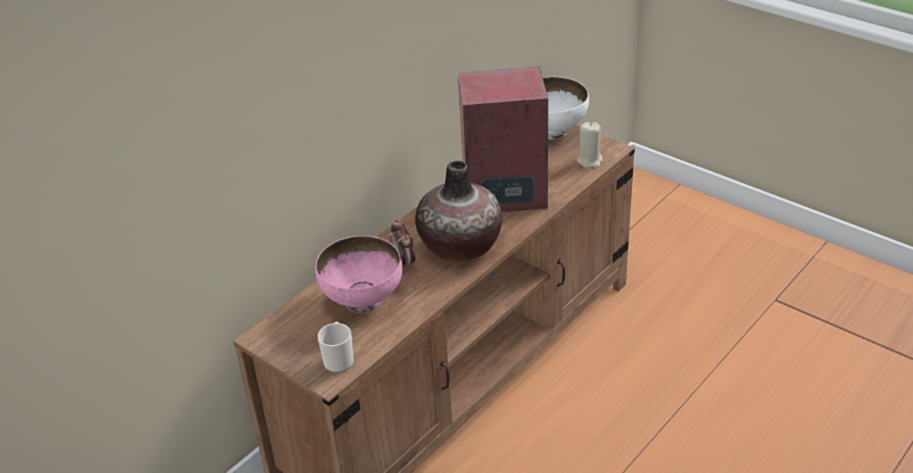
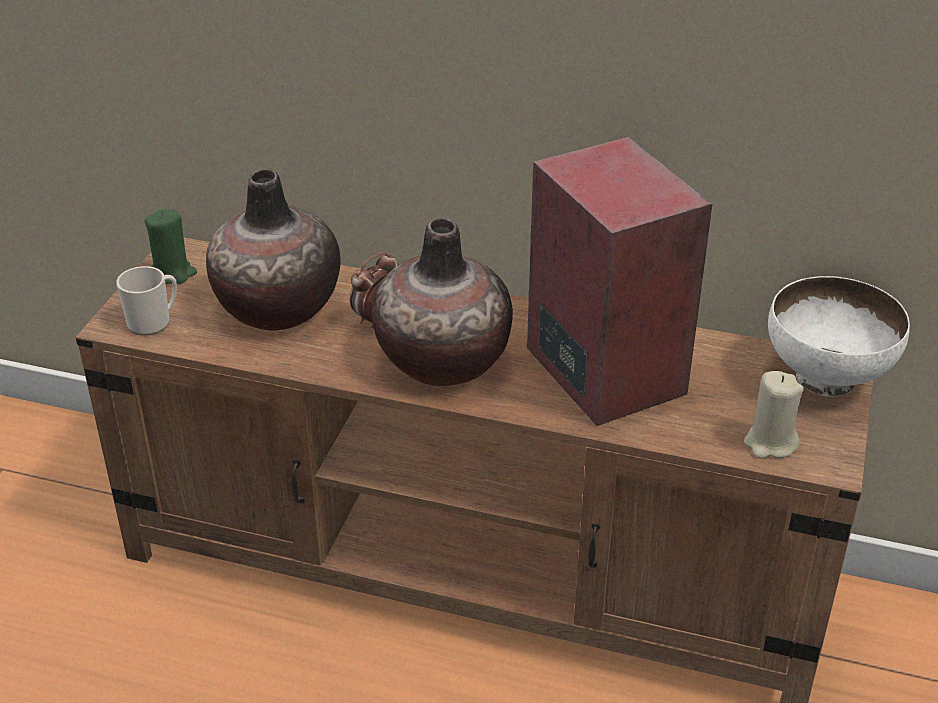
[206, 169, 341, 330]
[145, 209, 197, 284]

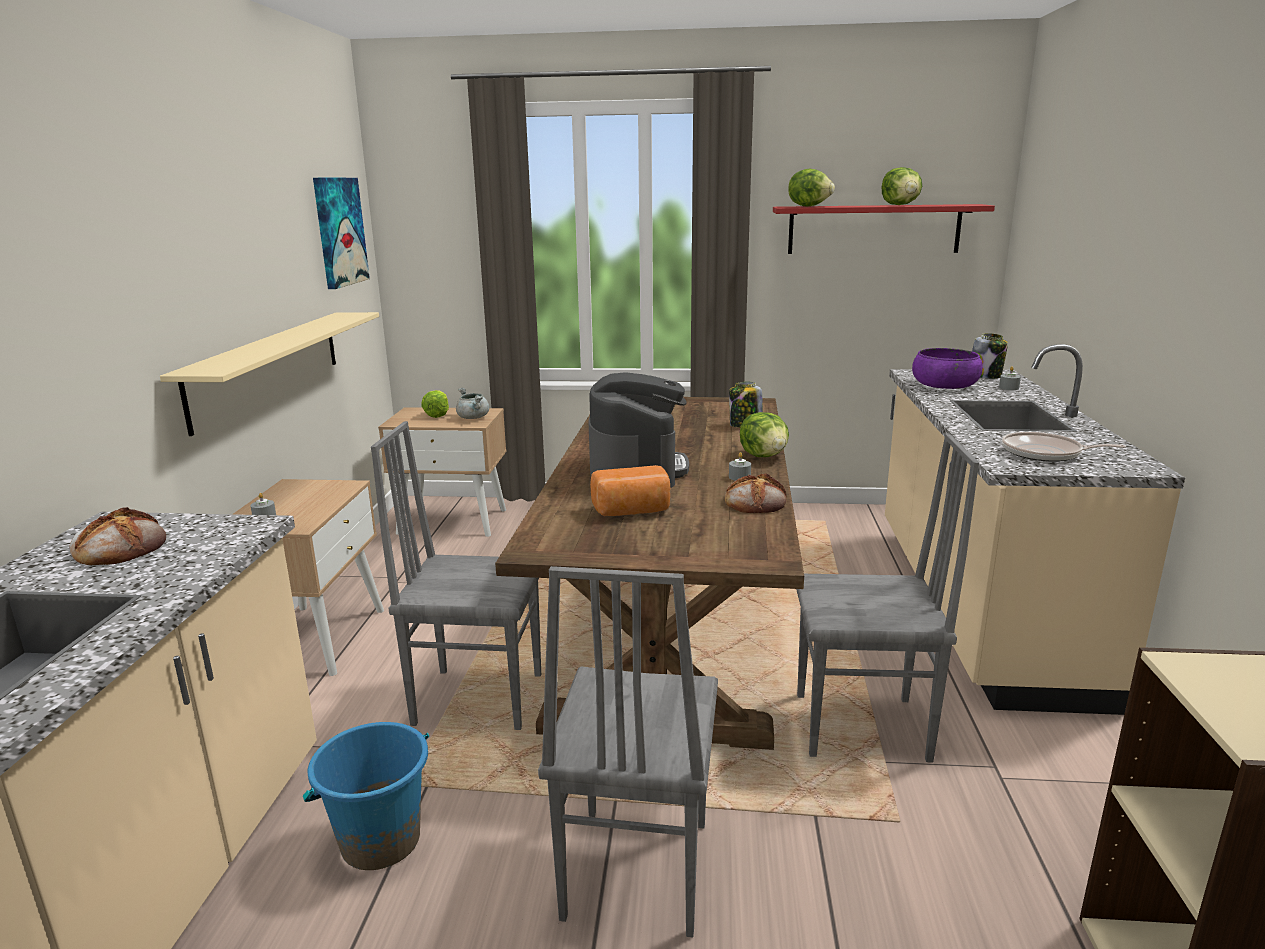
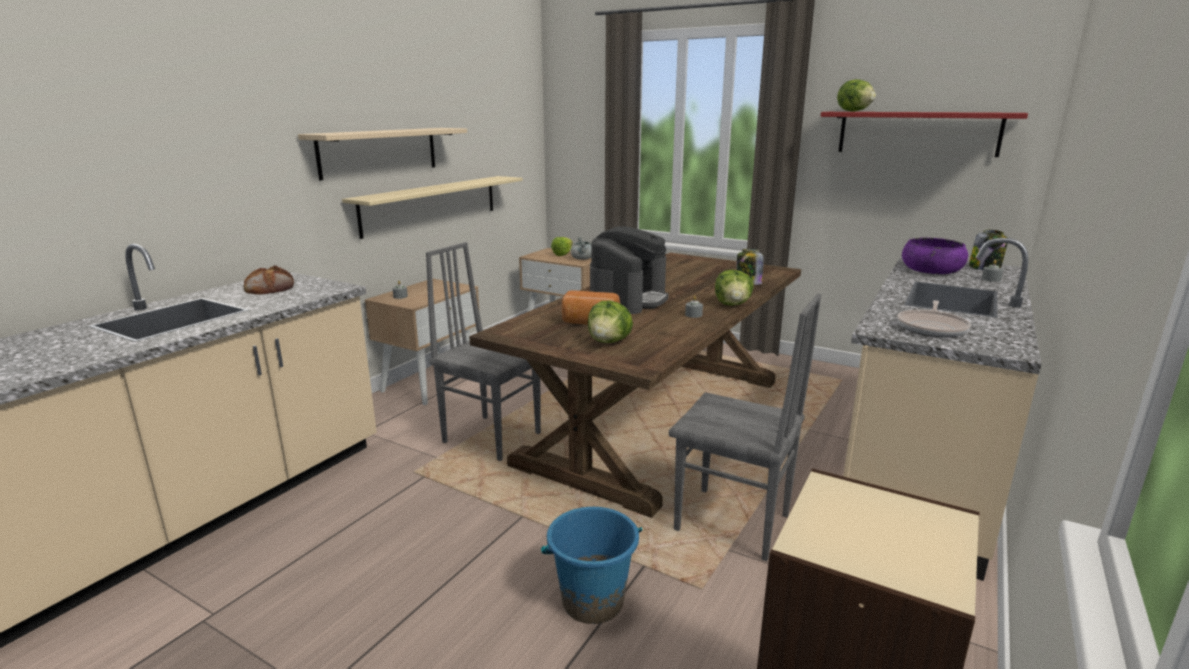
[541, 507, 642, 624]
[313, 178, 370, 289] (first image)
[538, 566, 718, 937] (first image)
[725, 473, 786, 513] (first image)
[588, 300, 633, 343]
[897, 300, 971, 337]
[298, 128, 467, 180]

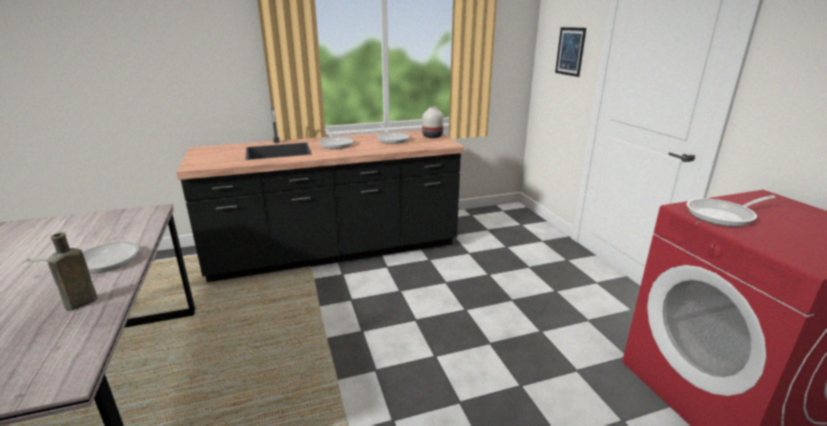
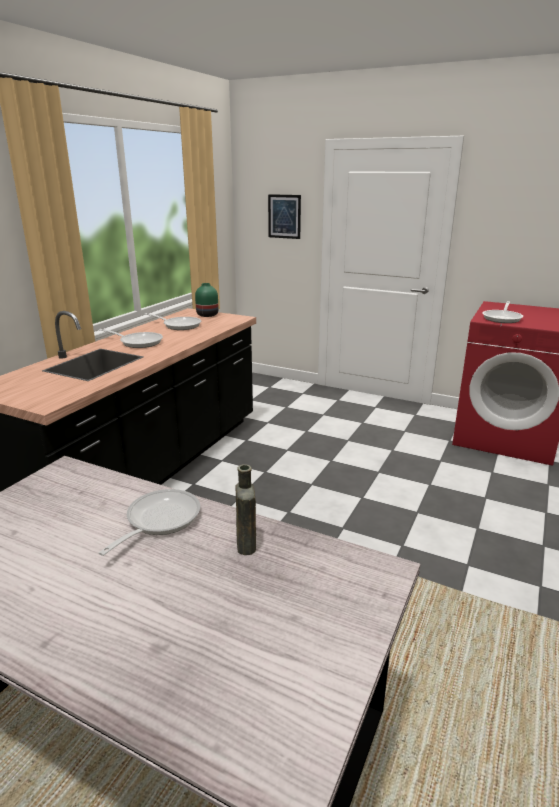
[195, 283, 218, 317]

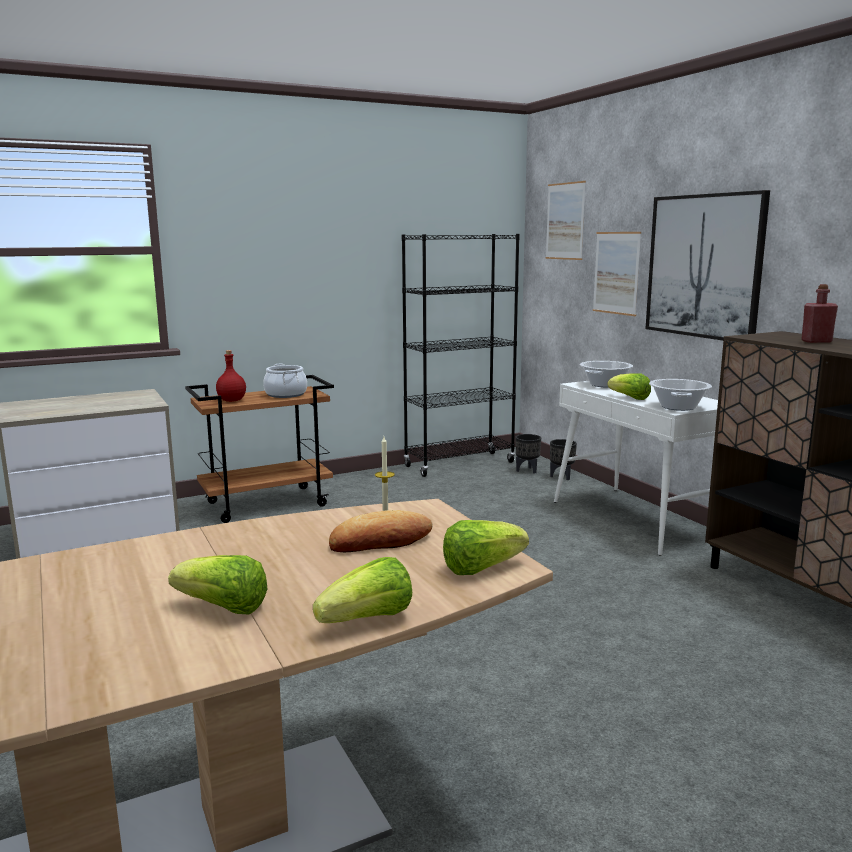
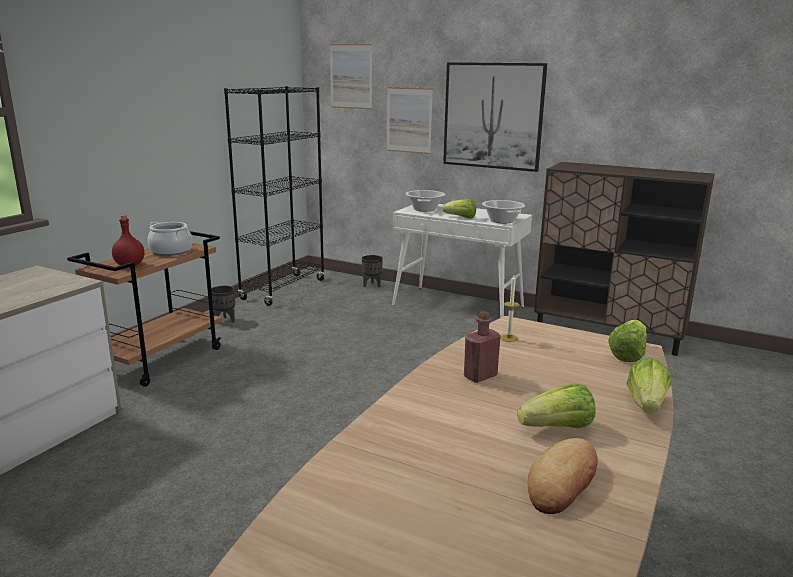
[528, 438, 598, 514]
[211, 286, 235, 323]
[464, 311, 501, 383]

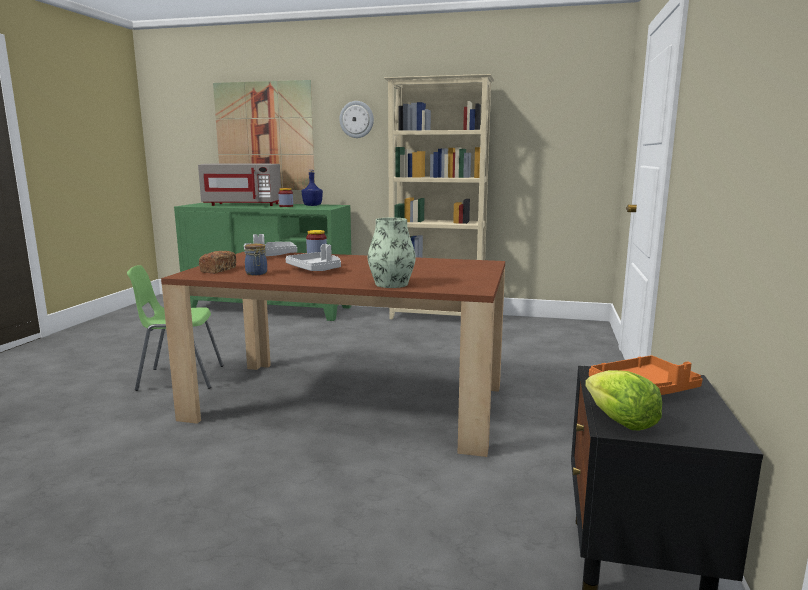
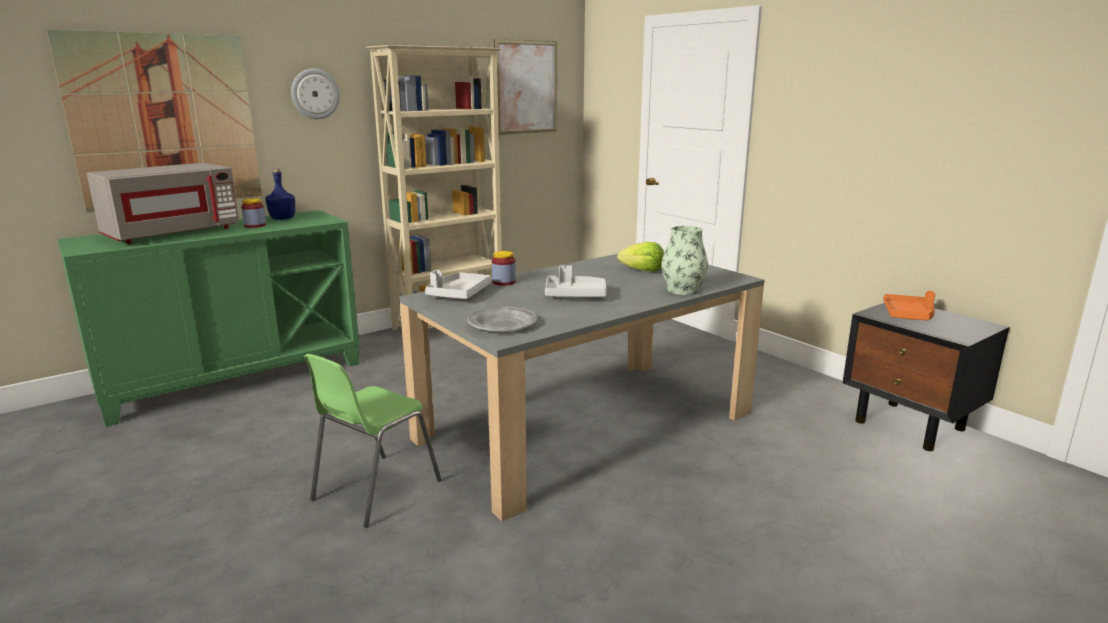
[399, 254, 764, 521]
[468, 307, 538, 331]
[245, 243, 267, 275] (first image)
[617, 242, 664, 272]
[494, 39, 557, 135]

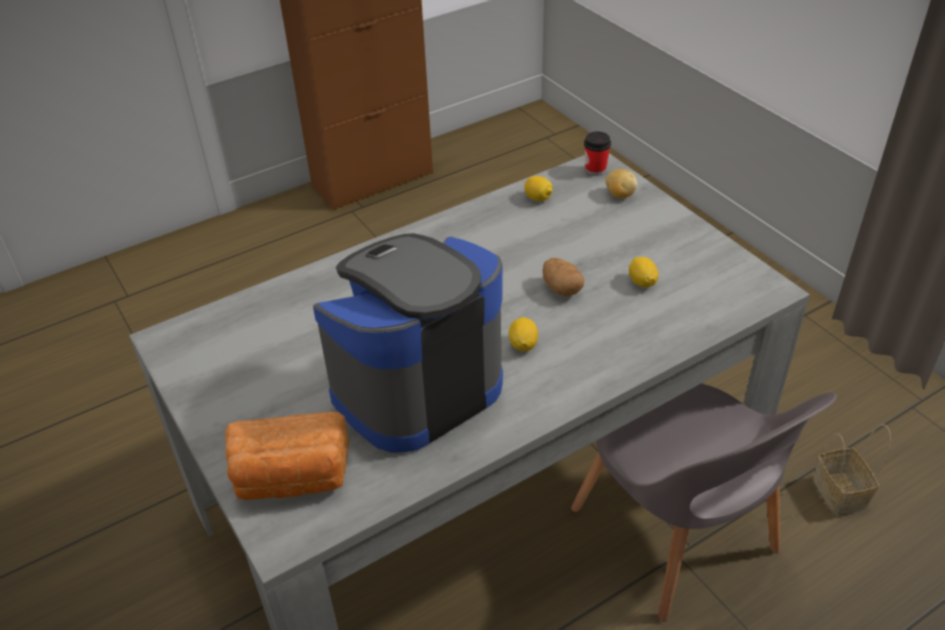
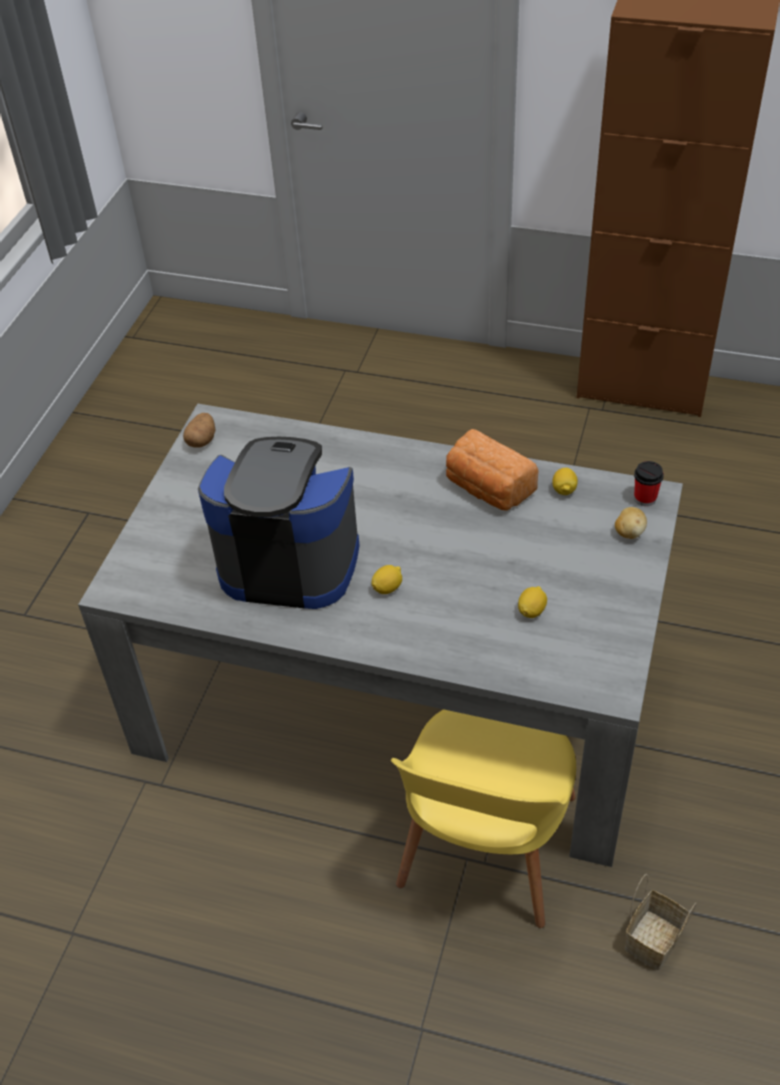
[446, 429, 539, 511]
[183, 413, 216, 448]
[391, 709, 576, 928]

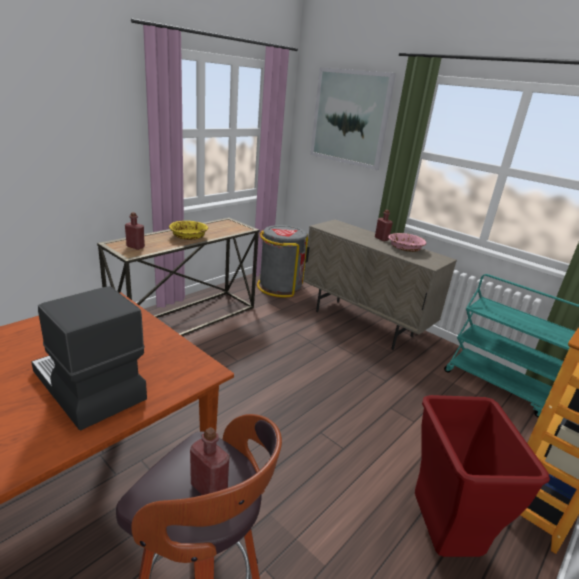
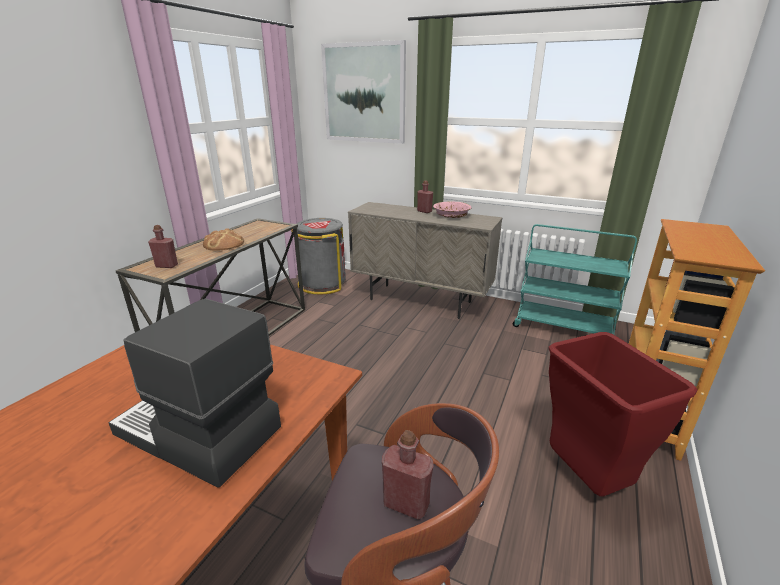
[203, 228, 244, 251]

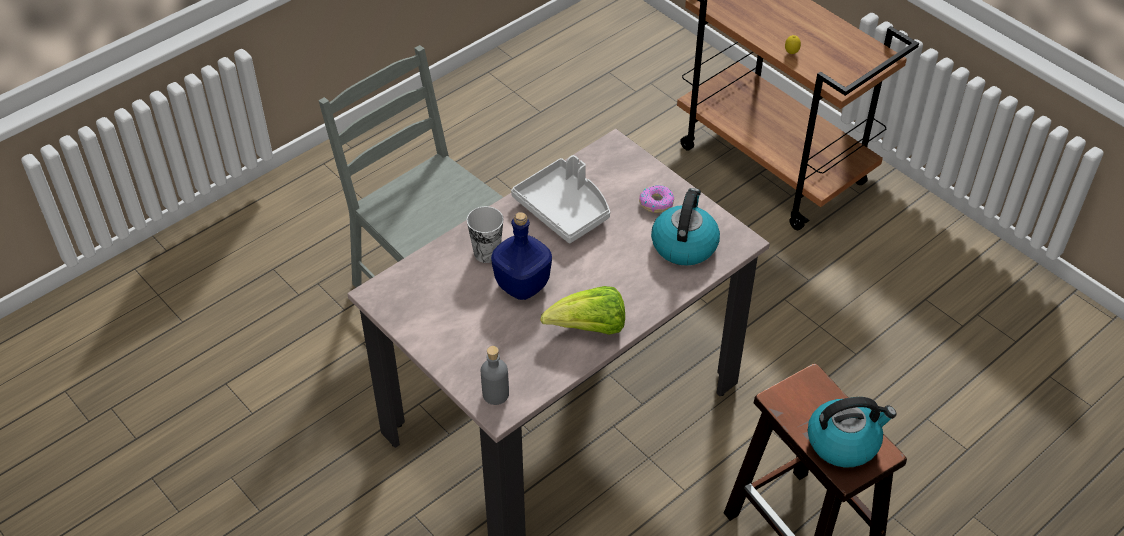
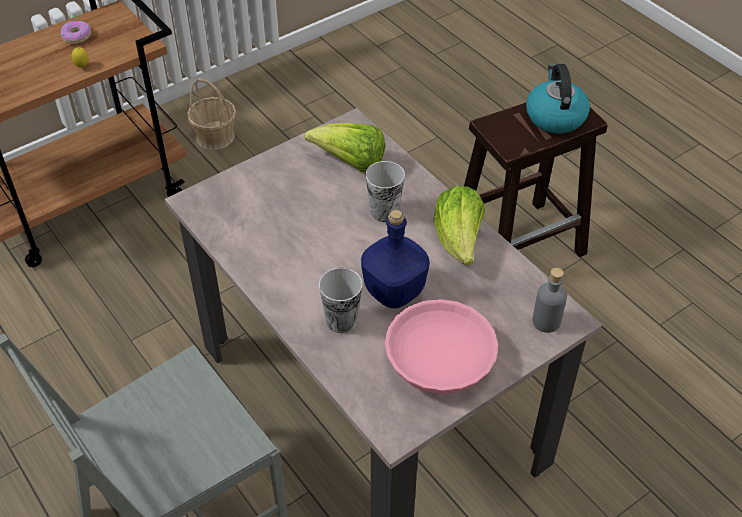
[511, 155, 610, 243] (first image)
[61, 20, 91, 44]
[305, 123, 385, 172]
[187, 78, 236, 150]
[366, 161, 405, 222]
[385, 299, 498, 394]

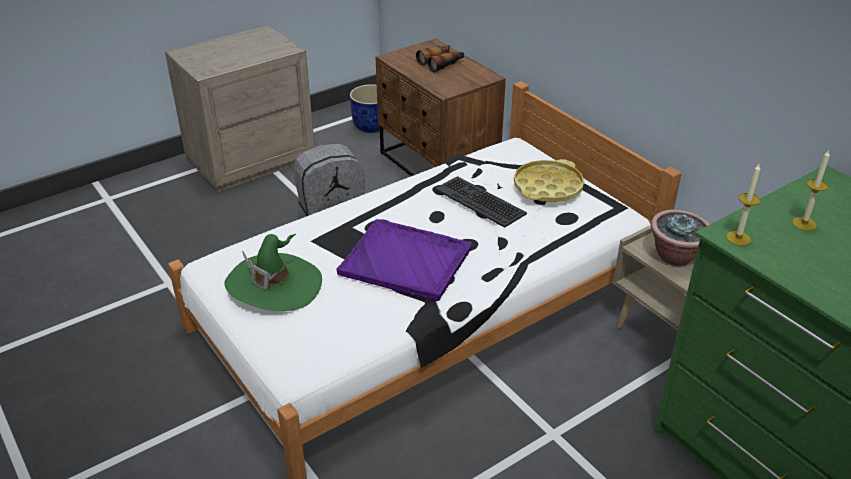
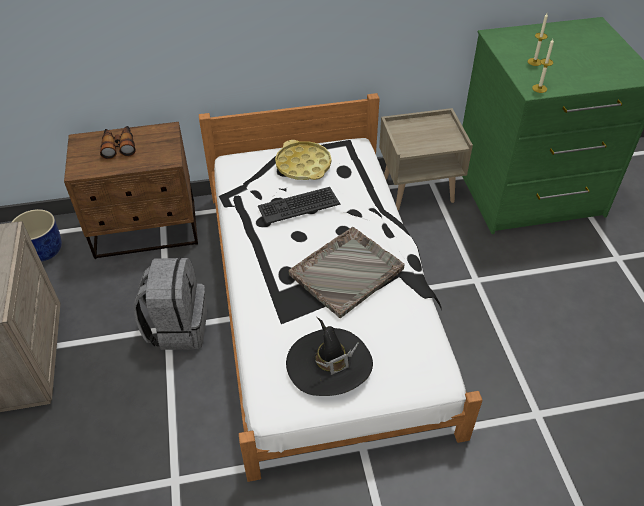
[286, 317, 373, 396]
[288, 227, 404, 318]
[651, 209, 710, 266] (first image)

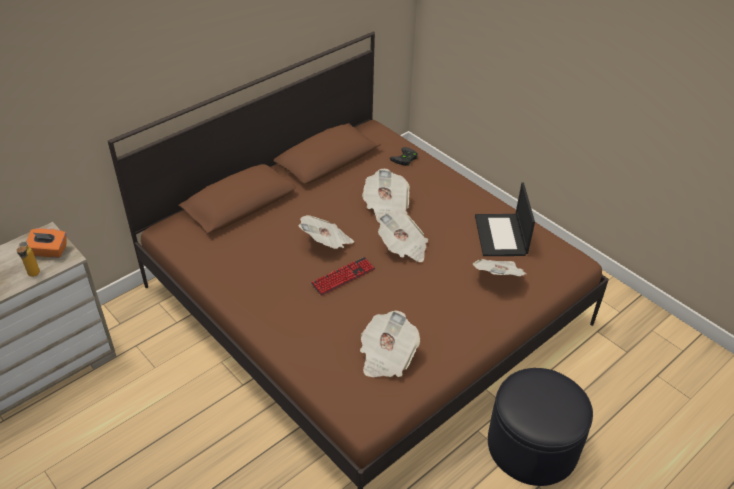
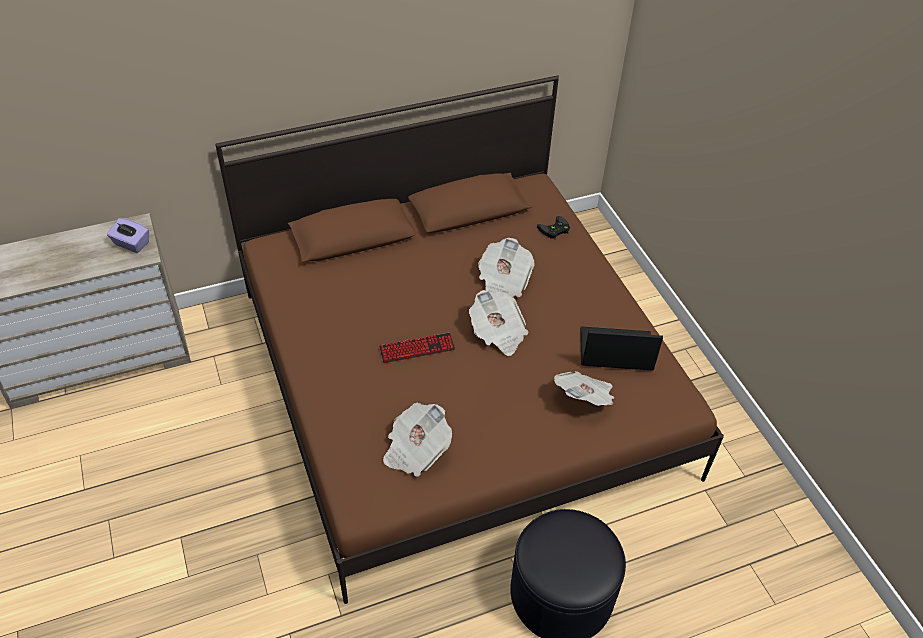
[16, 241, 40, 277] (first image)
[107, 218, 149, 253]
[298, 215, 354, 249] (first image)
[580, 326, 663, 371]

